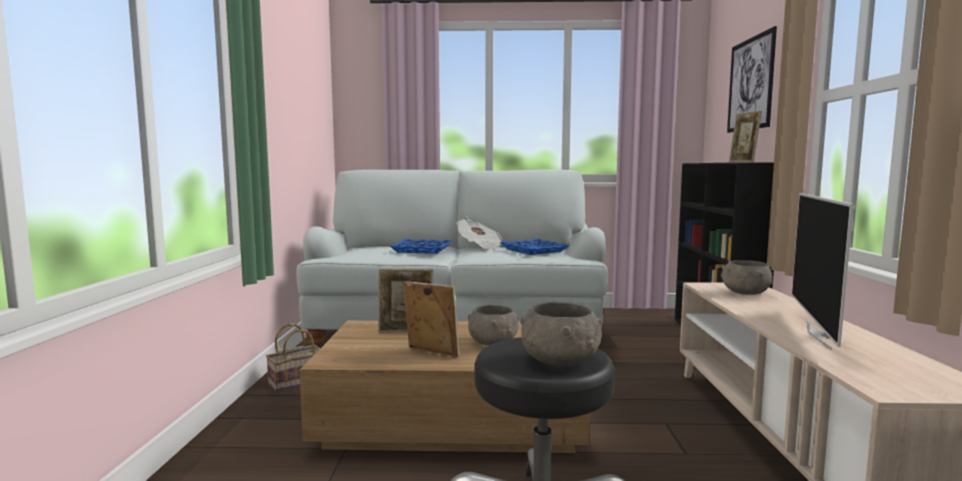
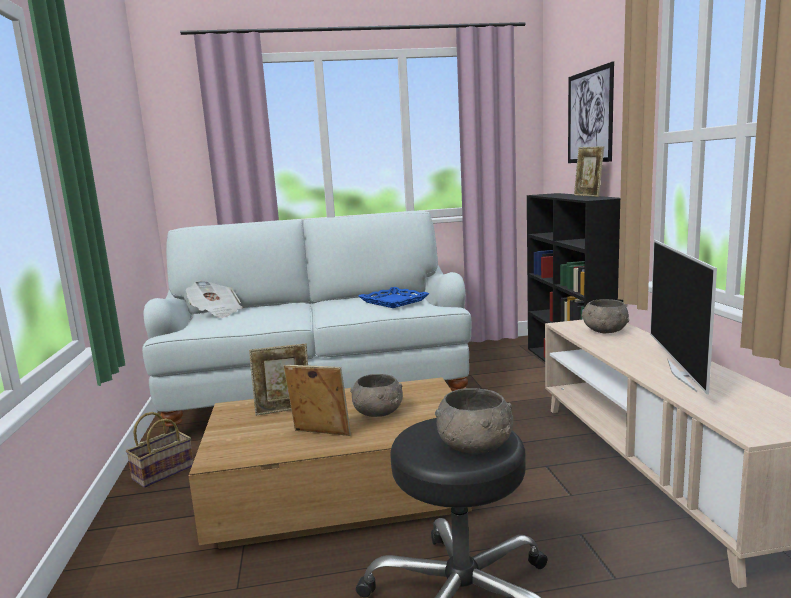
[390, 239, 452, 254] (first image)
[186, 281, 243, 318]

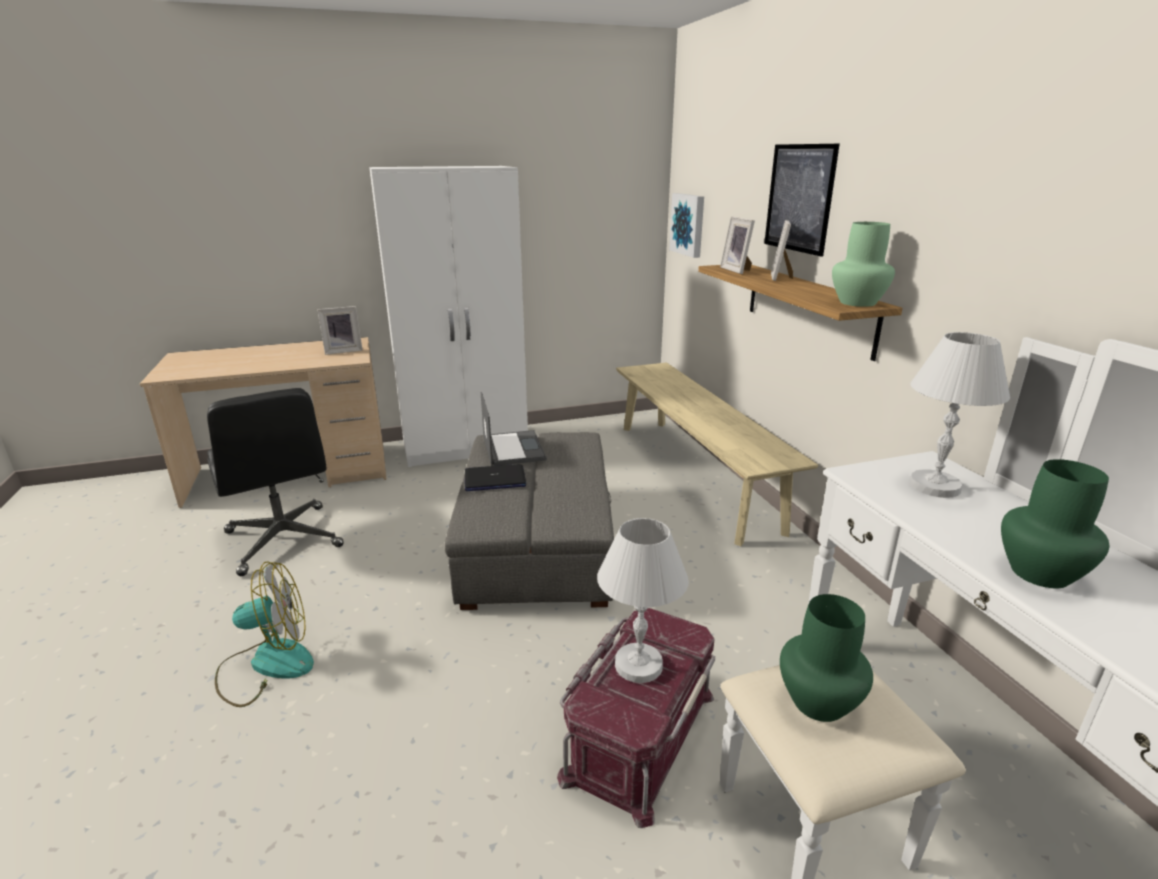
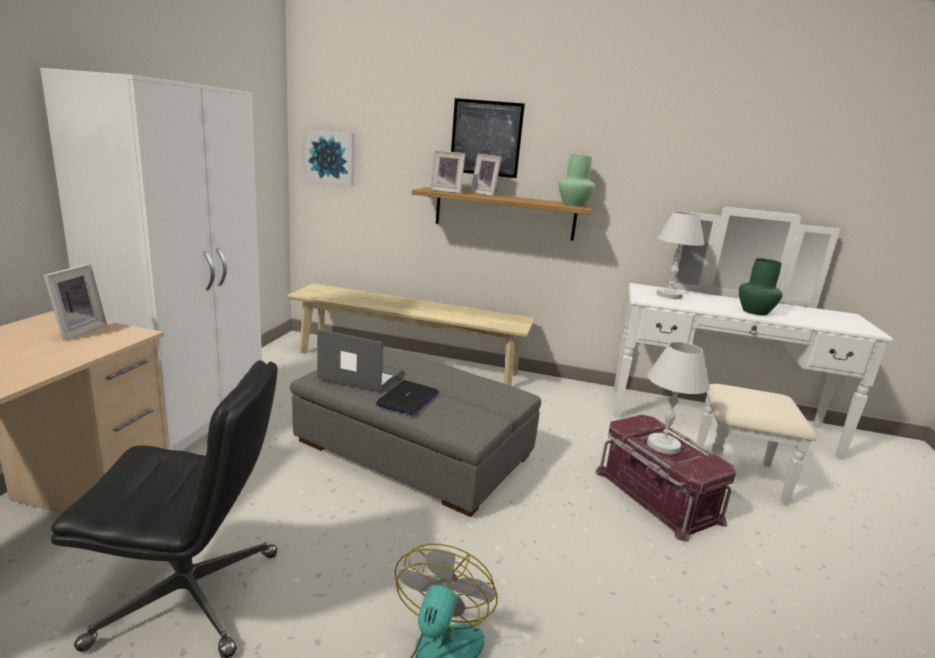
[780, 594, 873, 722] (first image)

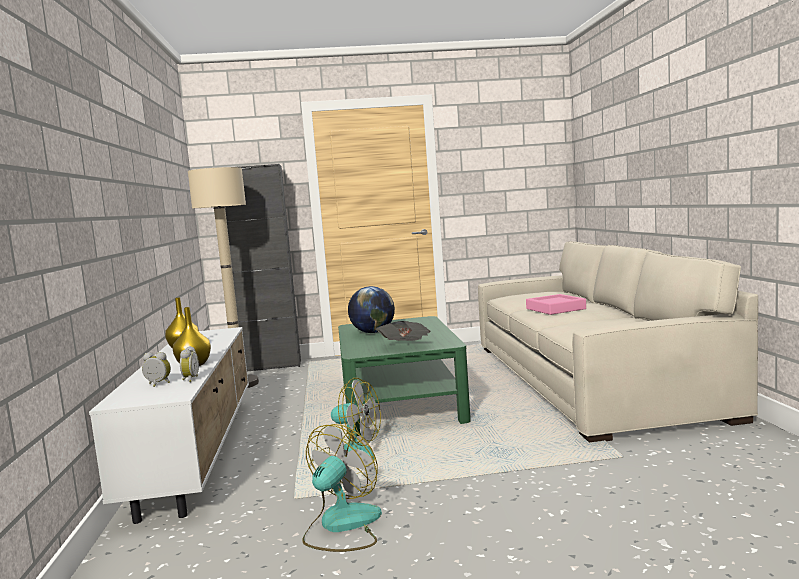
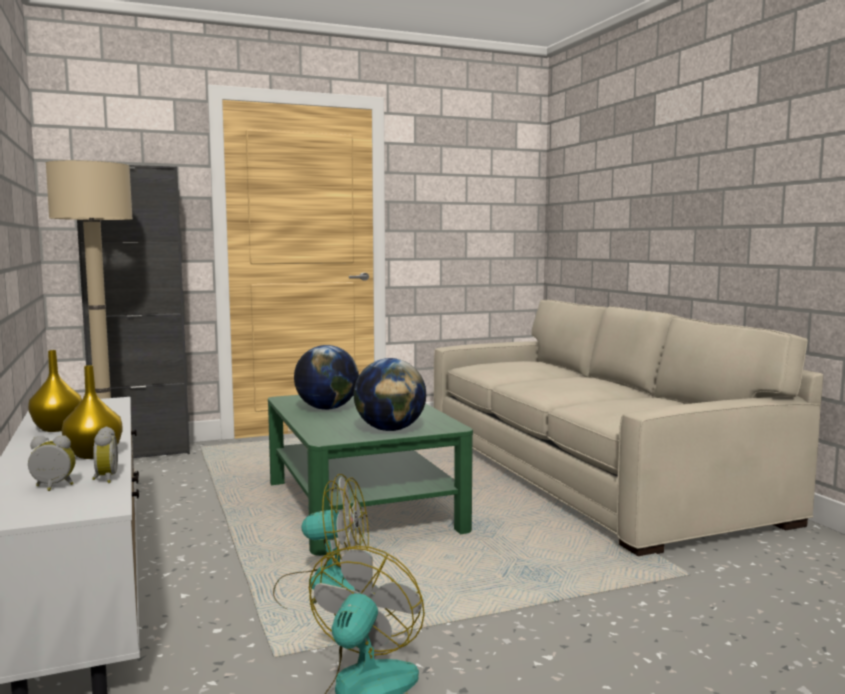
[354, 358, 426, 431]
[526, 294, 586, 315] (first image)

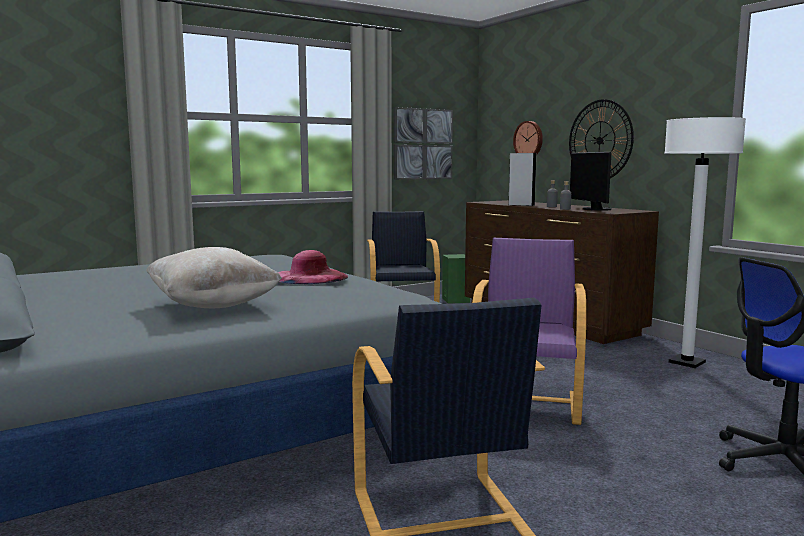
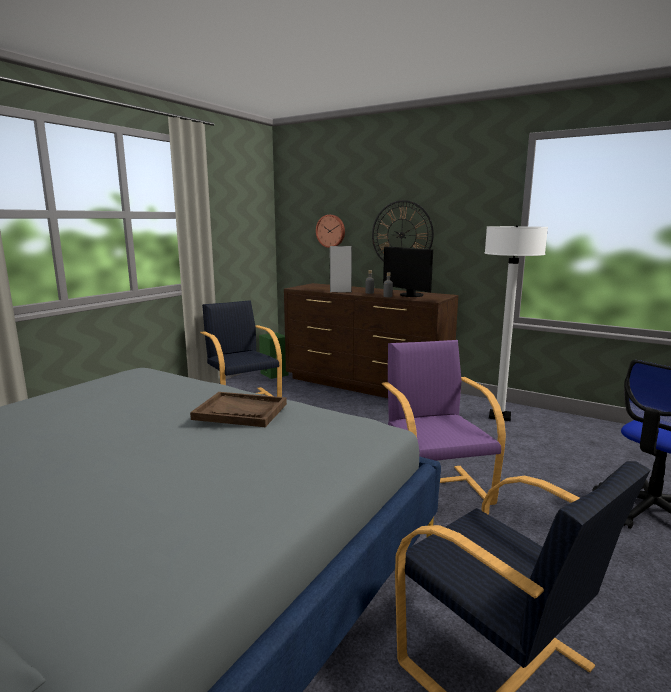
[146, 247, 282, 308] (first image)
[190, 392, 287, 427]
[394, 107, 453, 180] (first image)

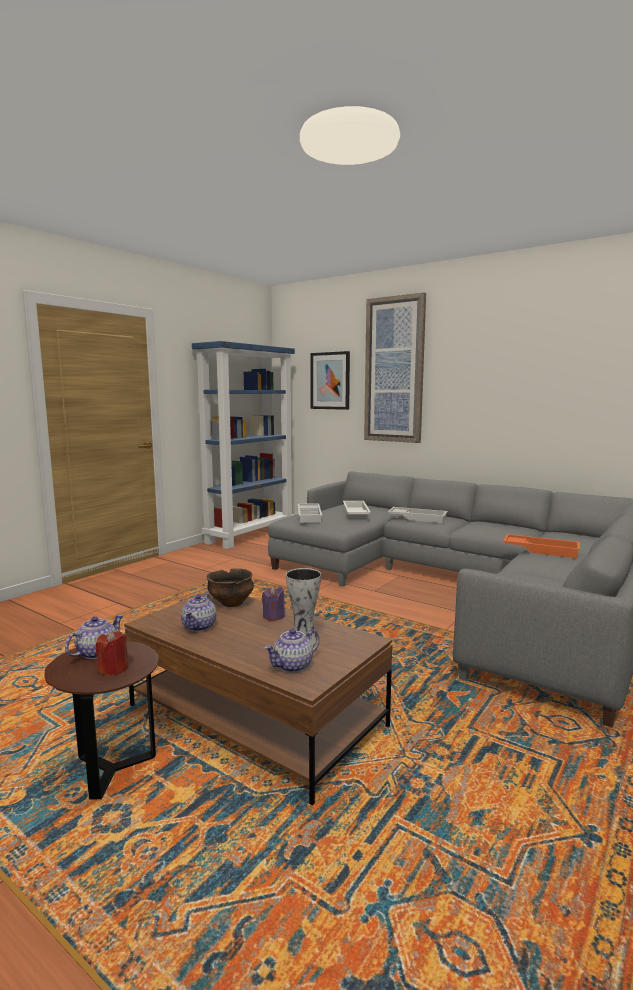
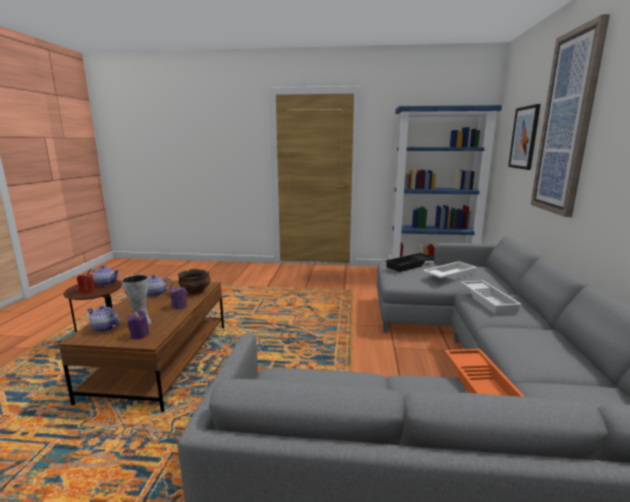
[385, 253, 435, 272]
[128, 311, 149, 339]

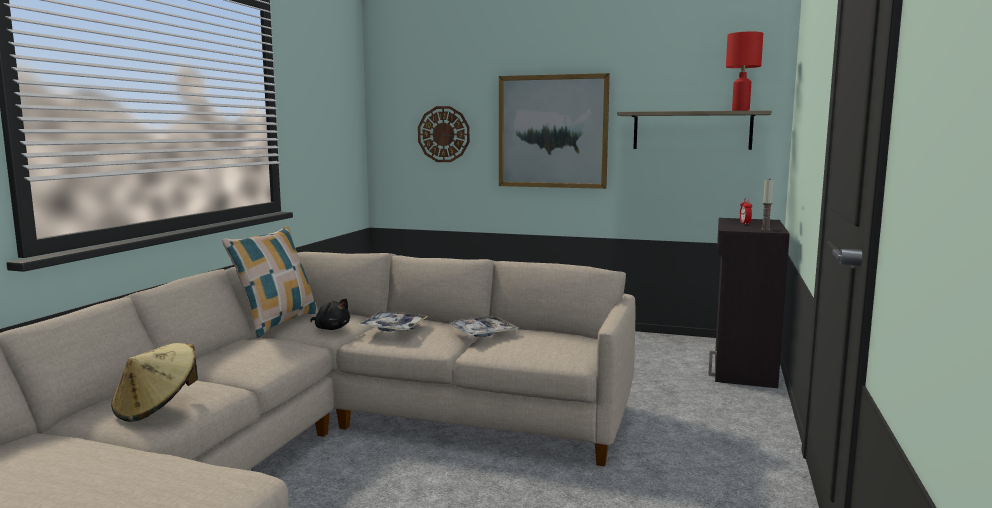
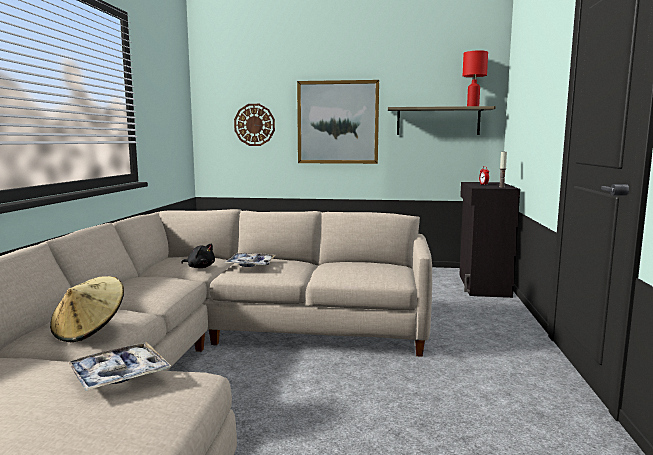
[222, 226, 318, 338] (first image)
[68, 342, 171, 391]

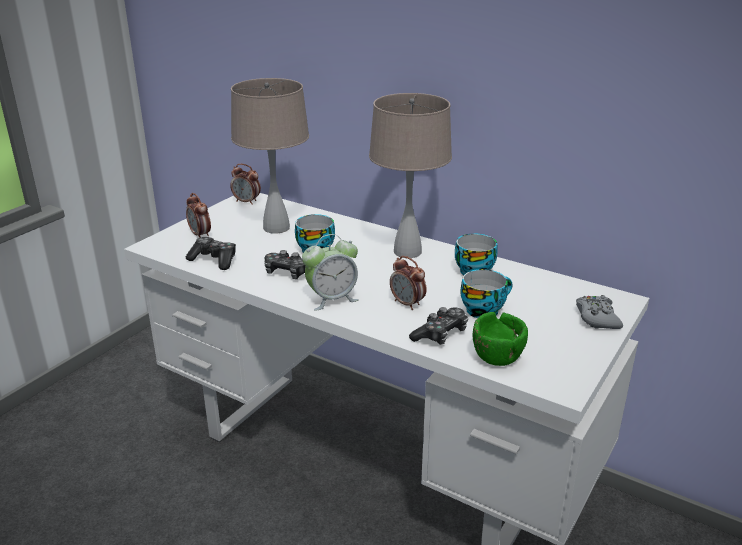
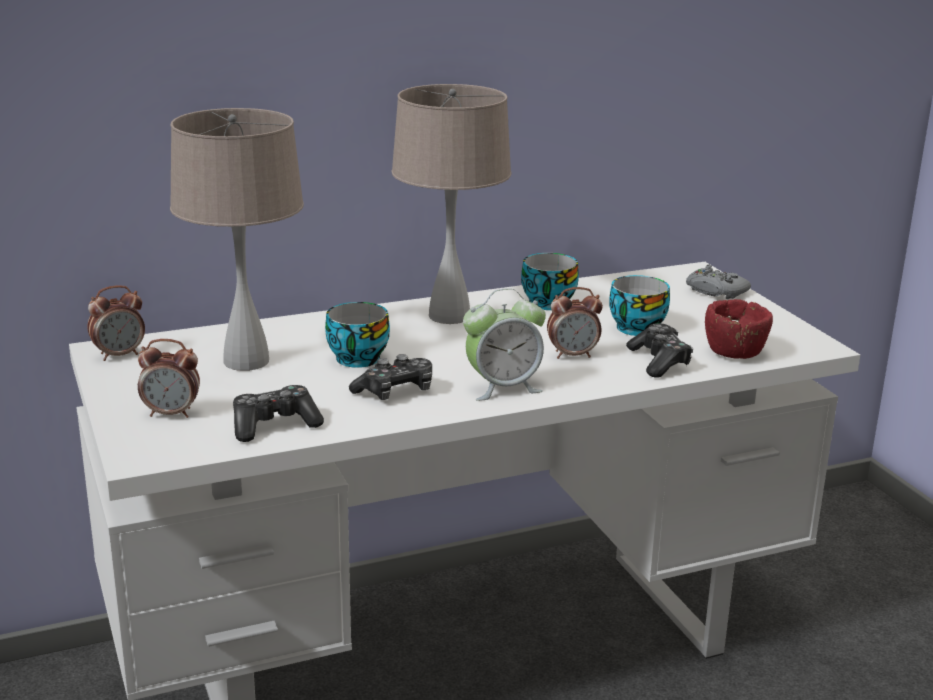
[463, 288, 546, 401]
[705, 299, 773, 359]

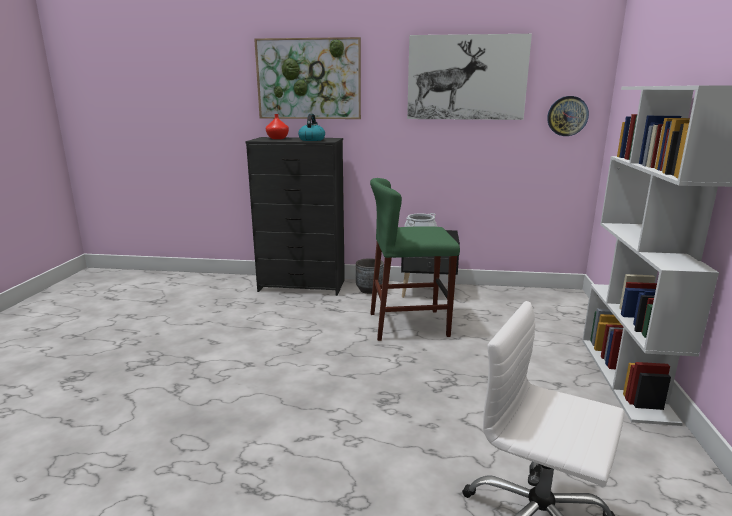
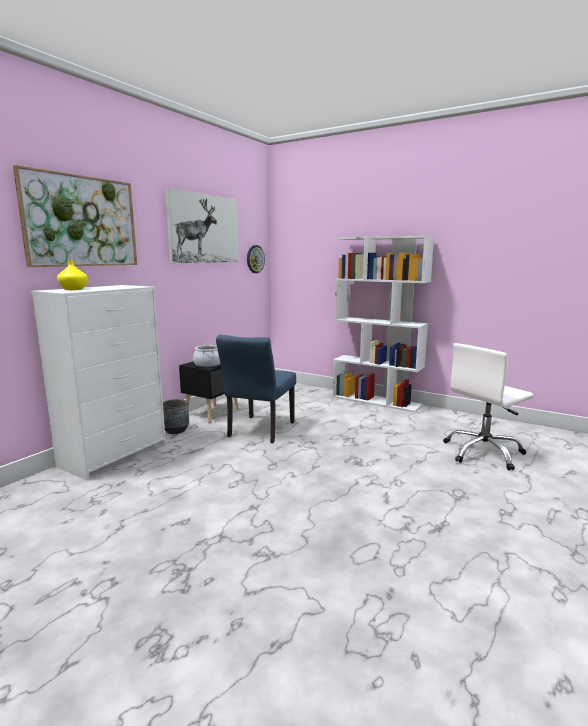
[31, 285, 166, 481]
[57, 260, 88, 290]
[298, 114, 325, 141] (first image)
[216, 335, 296, 443]

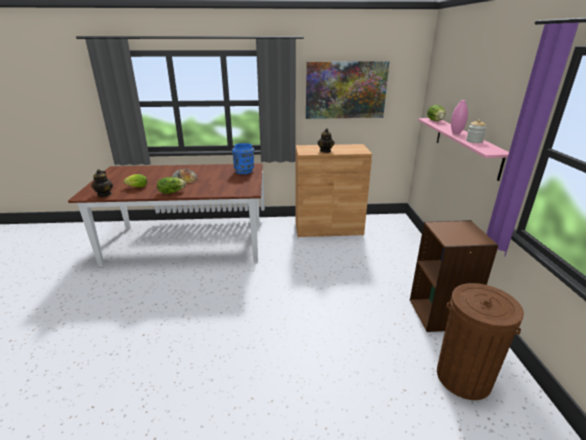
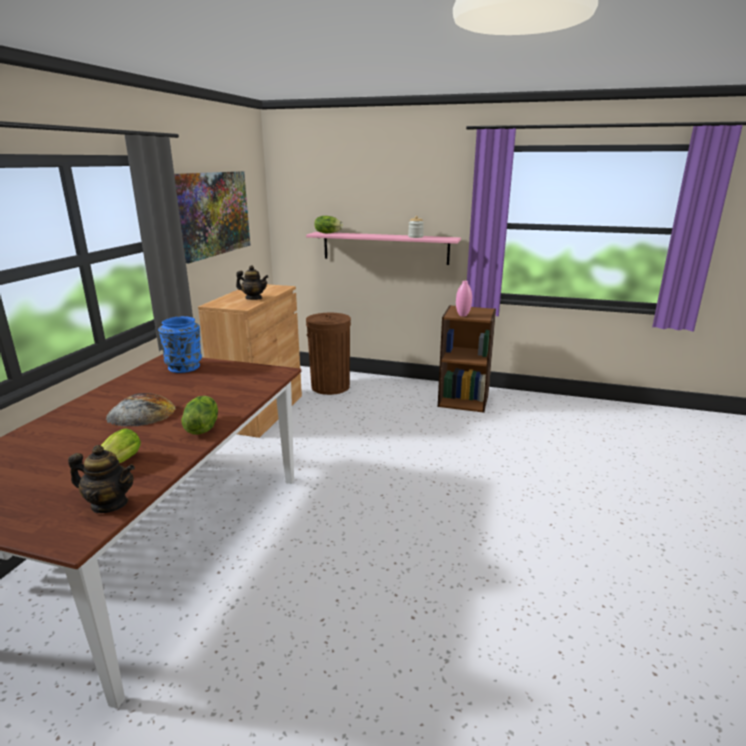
[306, 313, 351, 395]
[456, 281, 472, 317]

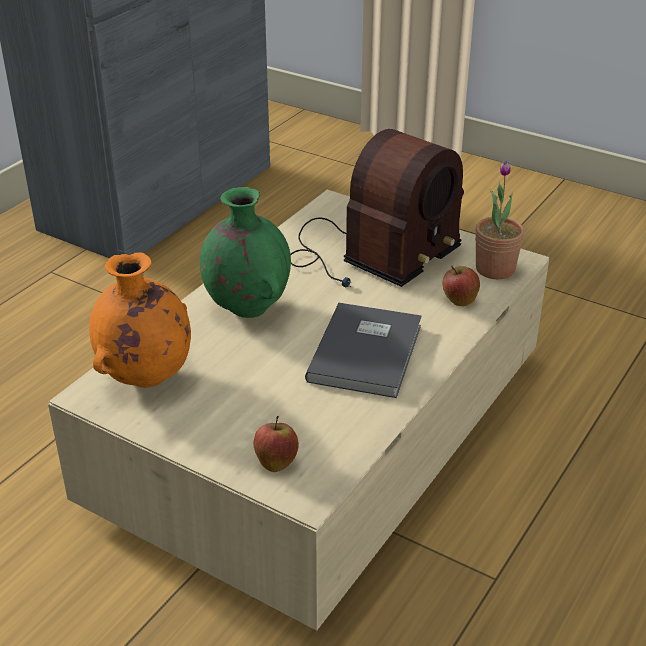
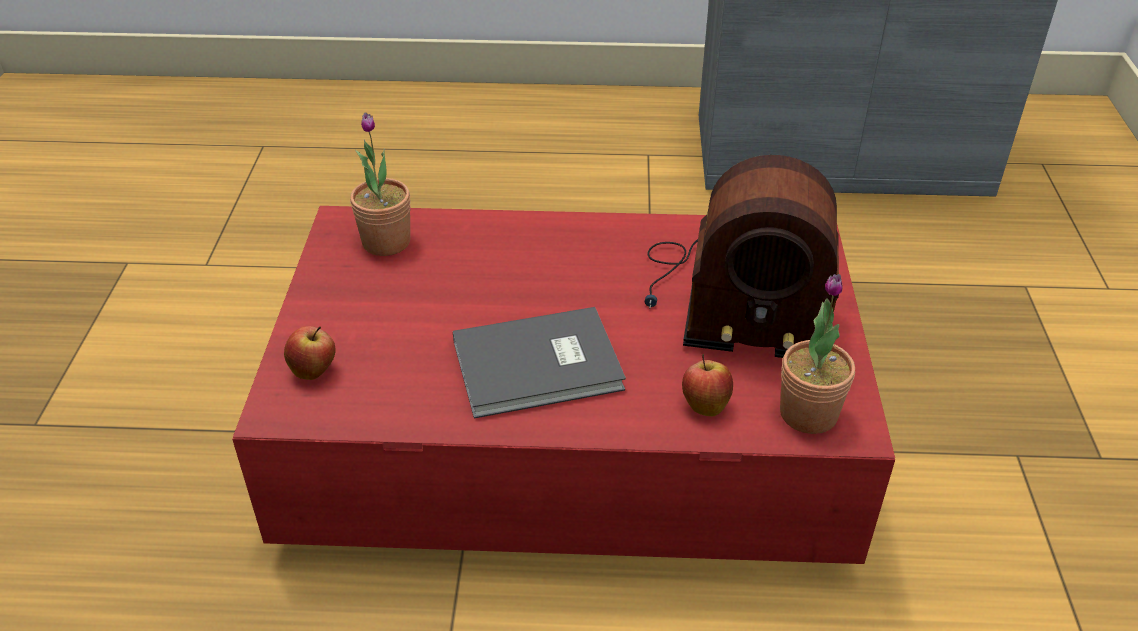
[232, 206, 895, 564]
[350, 113, 411, 256]
[200, 187, 291, 318] (first image)

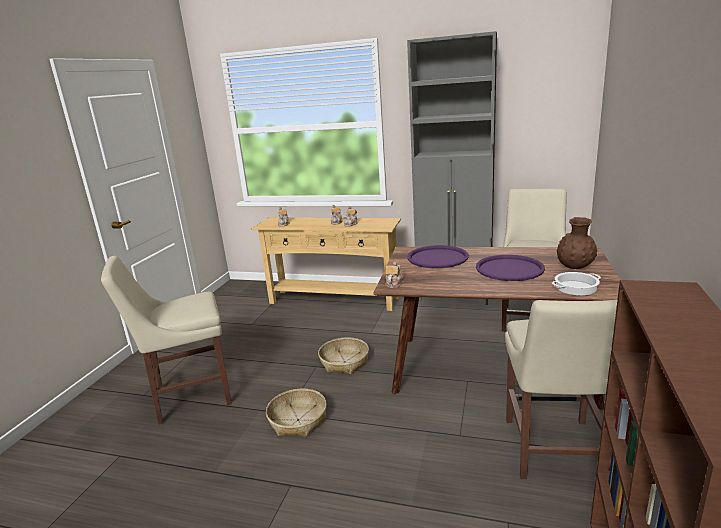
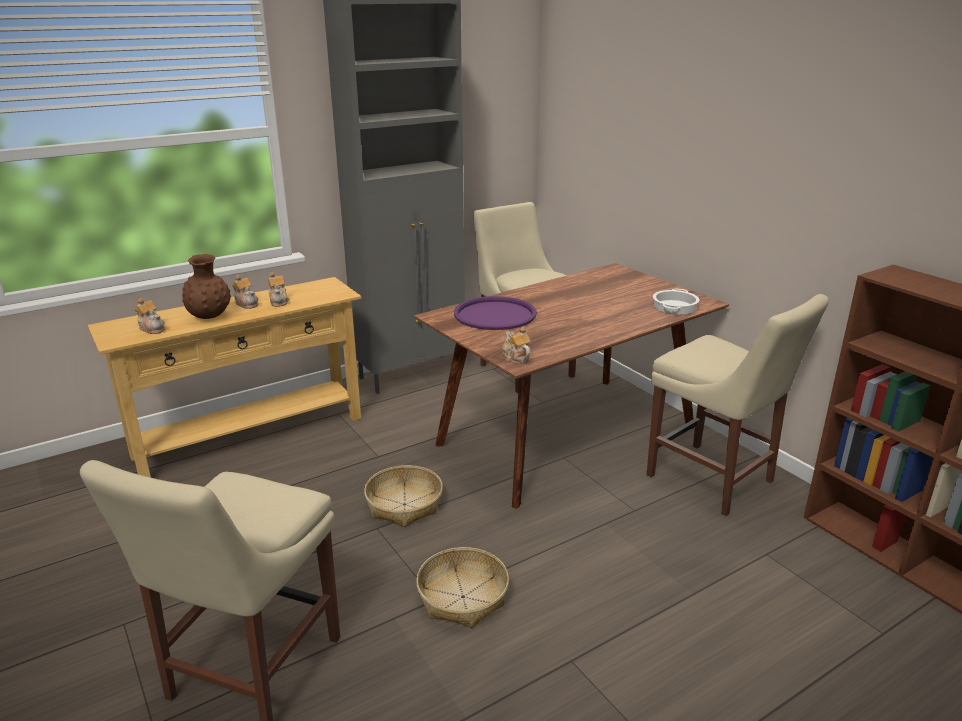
[476, 255, 545, 281] (first image)
[182, 254, 231, 319]

